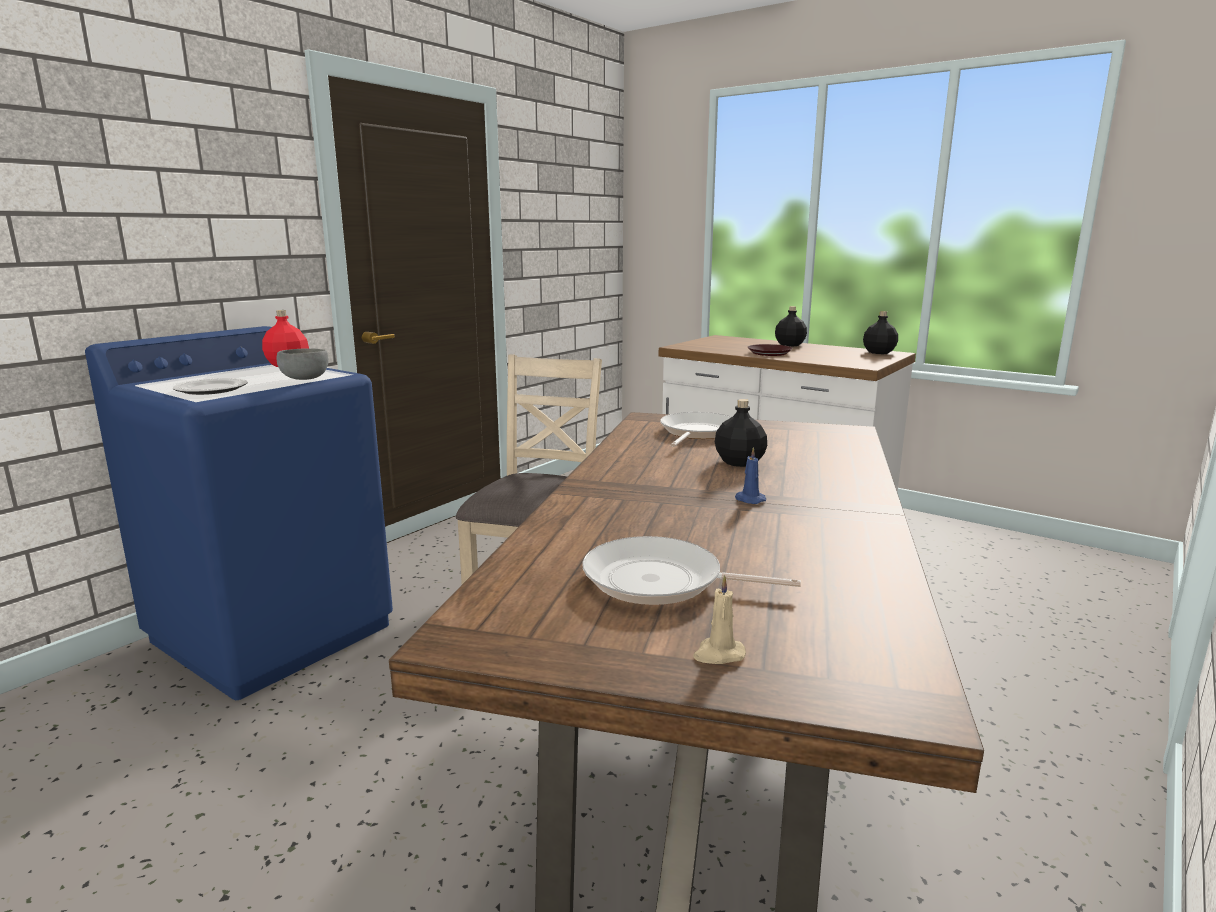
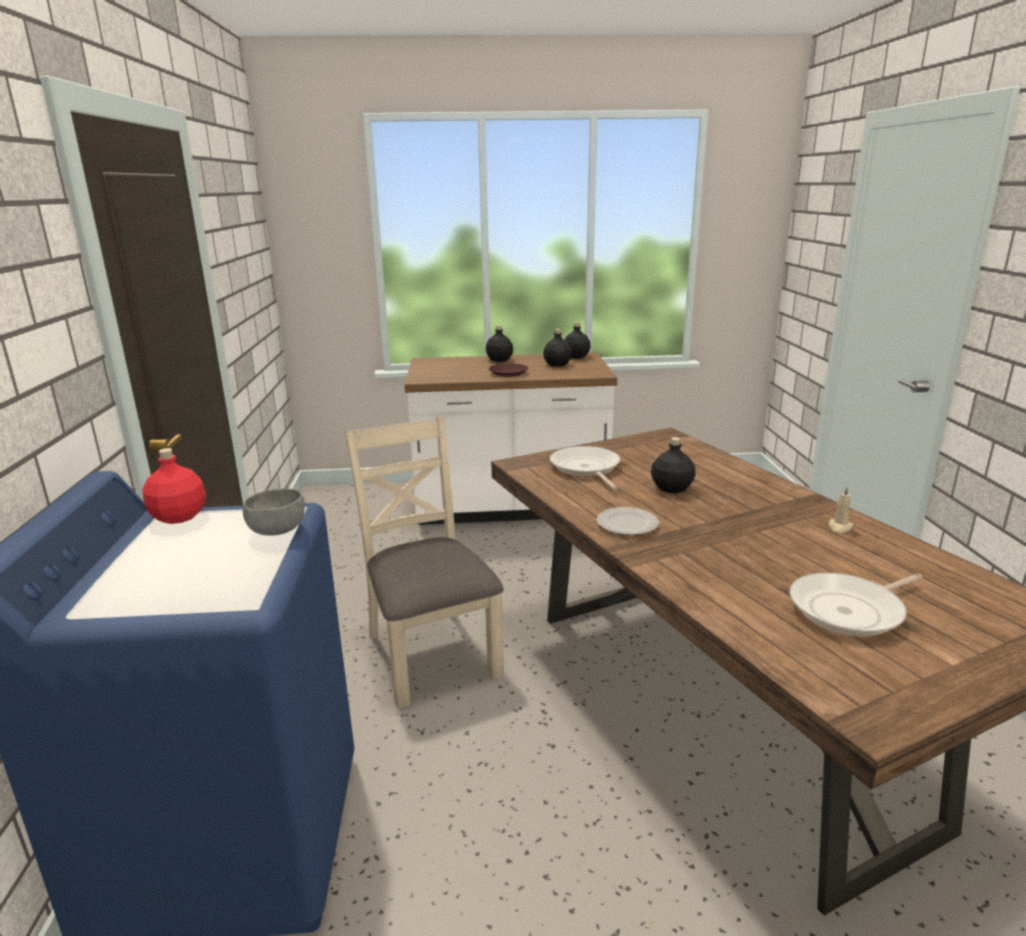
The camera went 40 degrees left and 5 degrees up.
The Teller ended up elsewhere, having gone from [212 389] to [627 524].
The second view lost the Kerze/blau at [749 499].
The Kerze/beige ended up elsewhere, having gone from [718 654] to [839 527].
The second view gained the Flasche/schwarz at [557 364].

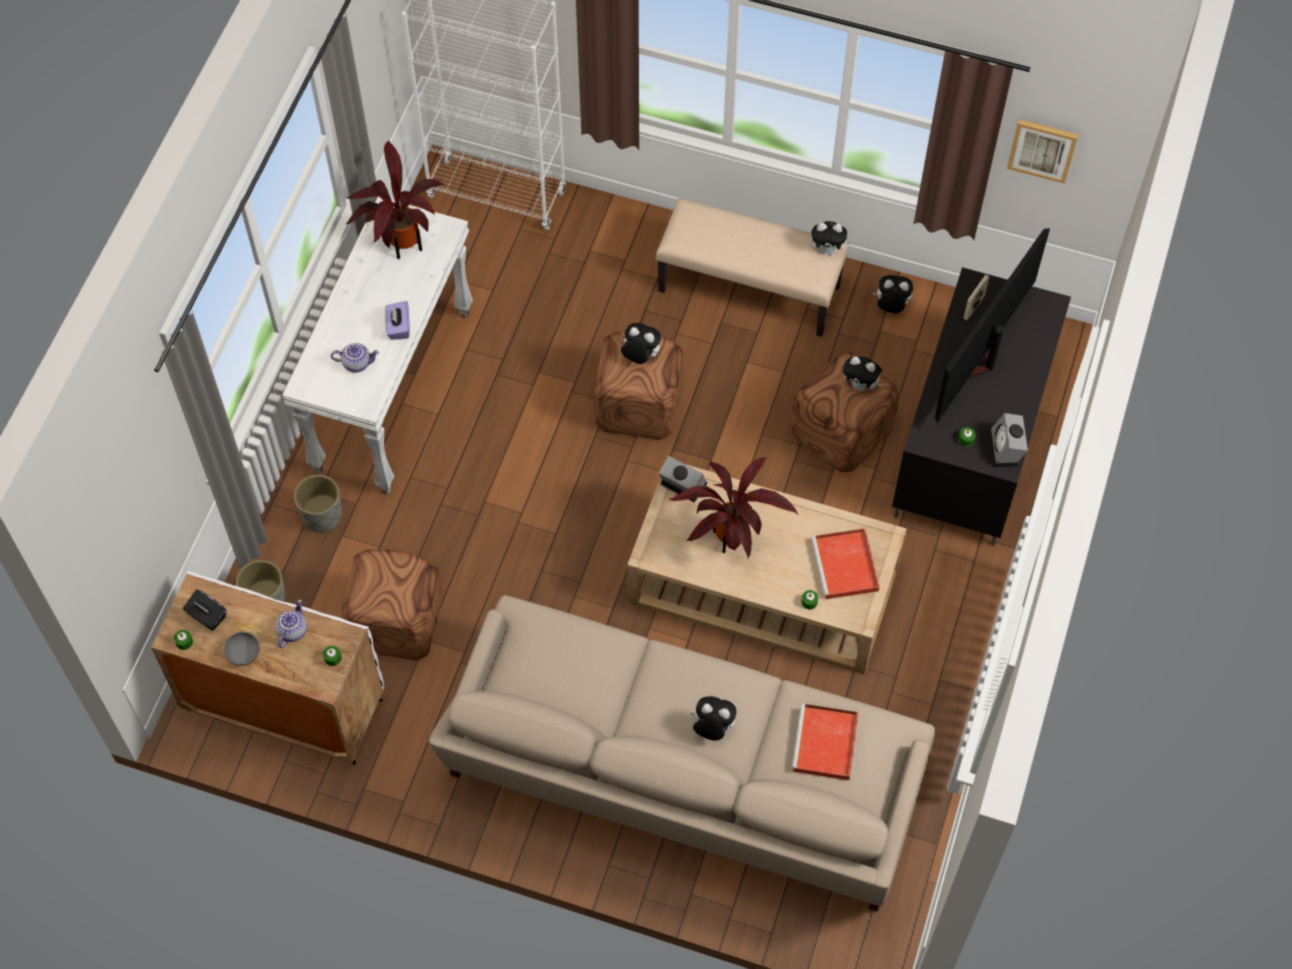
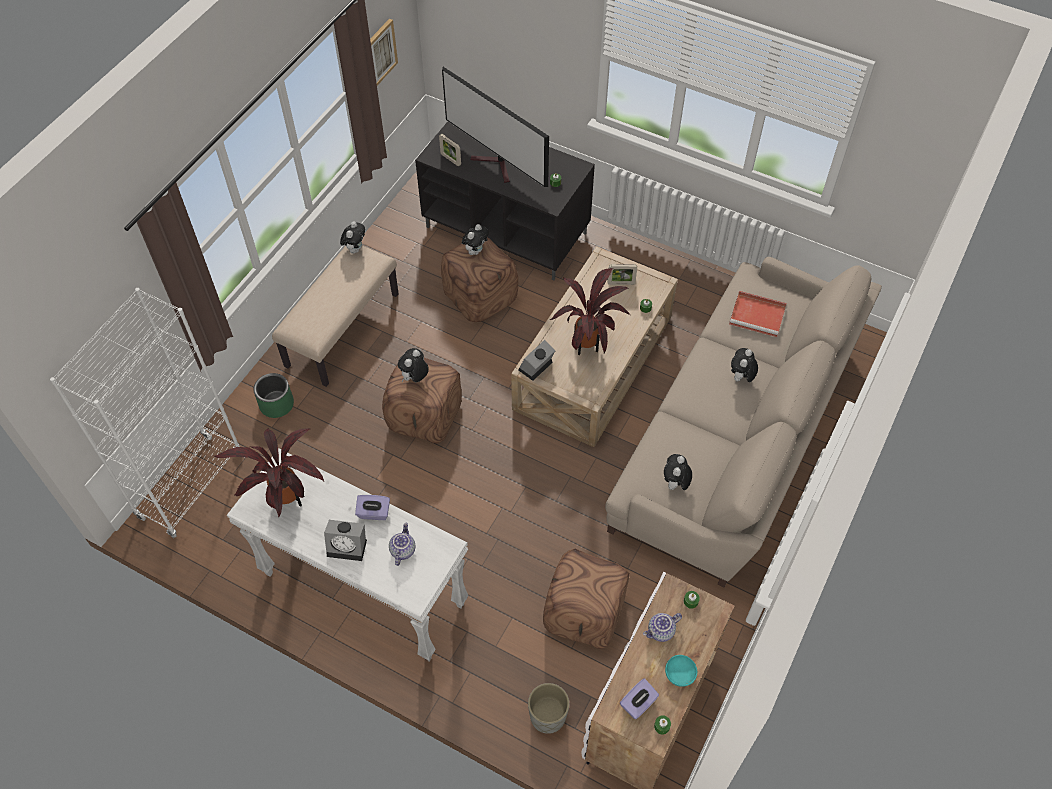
The camera went 80 degrees left and 5 degrees down.
The Plüschtier ended up elsewhere, having gone from [891 307] to [675 484].
The Wecker ended up elsewhere, having gone from [1005 450] to [348 546].
The second view lost the Pflanzkübel/grau at [322 515].
Where the Tablett/rot stood at [846 567], the Bilderrahmen came to stand at [621 283].
What was the Taschentuchbox/schwarz at [207 616] turned into the Taschentuchbox/lila at [638 704].
The Teekanne at [292 630] ended up facing another way, 60 degrees counterclockwise from before.
What was the Schüssel/grau at [243 654] turned into the Schüssel/türkis at [680 675].
The second view gained the Pflanzkübel/grün at [276 404].

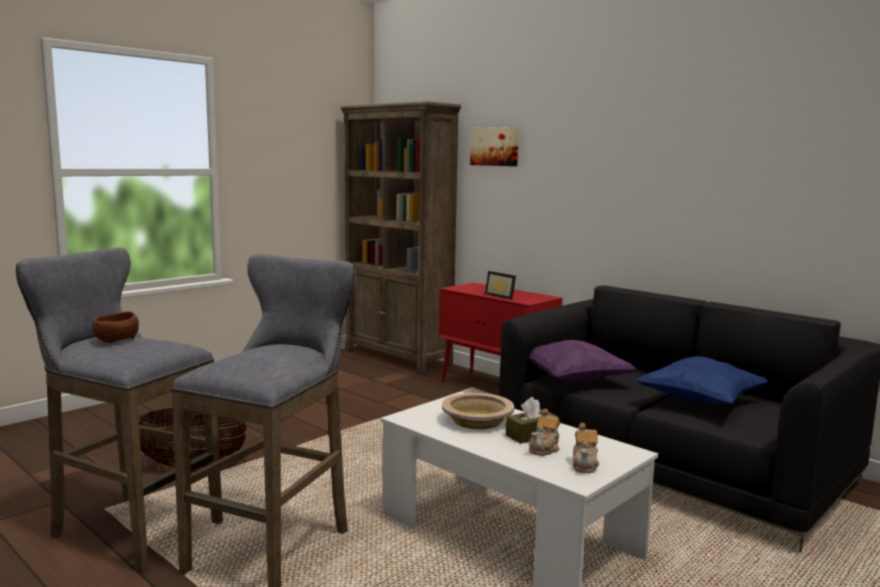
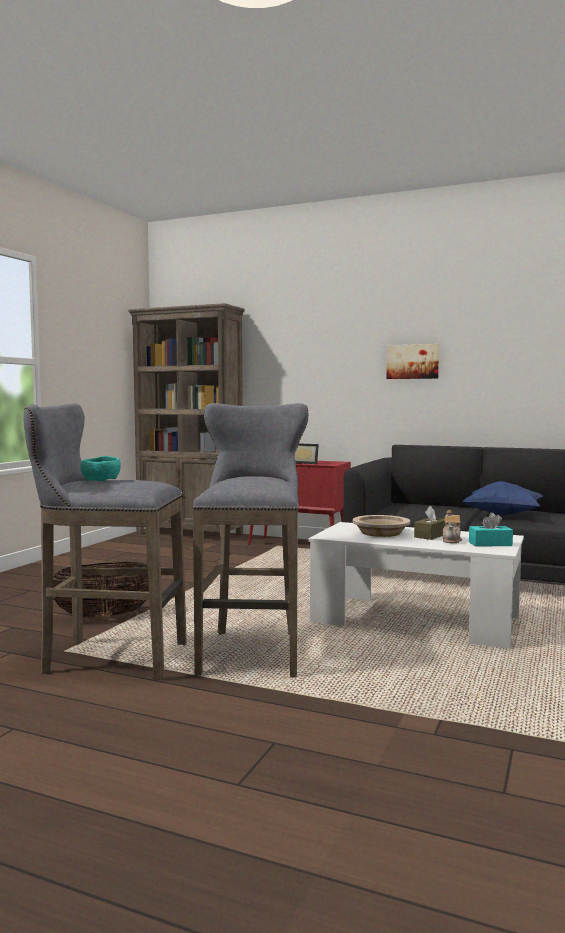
The camera went 20 degrees left and 5 degrees down.
The Bild ended up elsewhere, having gone from [495 146] to [412 361].
What was the Schüssel/braun at [116 340] turned into the Schüssel/türkis at [101 480].
The second view lost the Kissen/lila at [573 380].
Where the Teekanne stood at [585 465], the Taschentuchbox/türkis came to stand at [490 544].

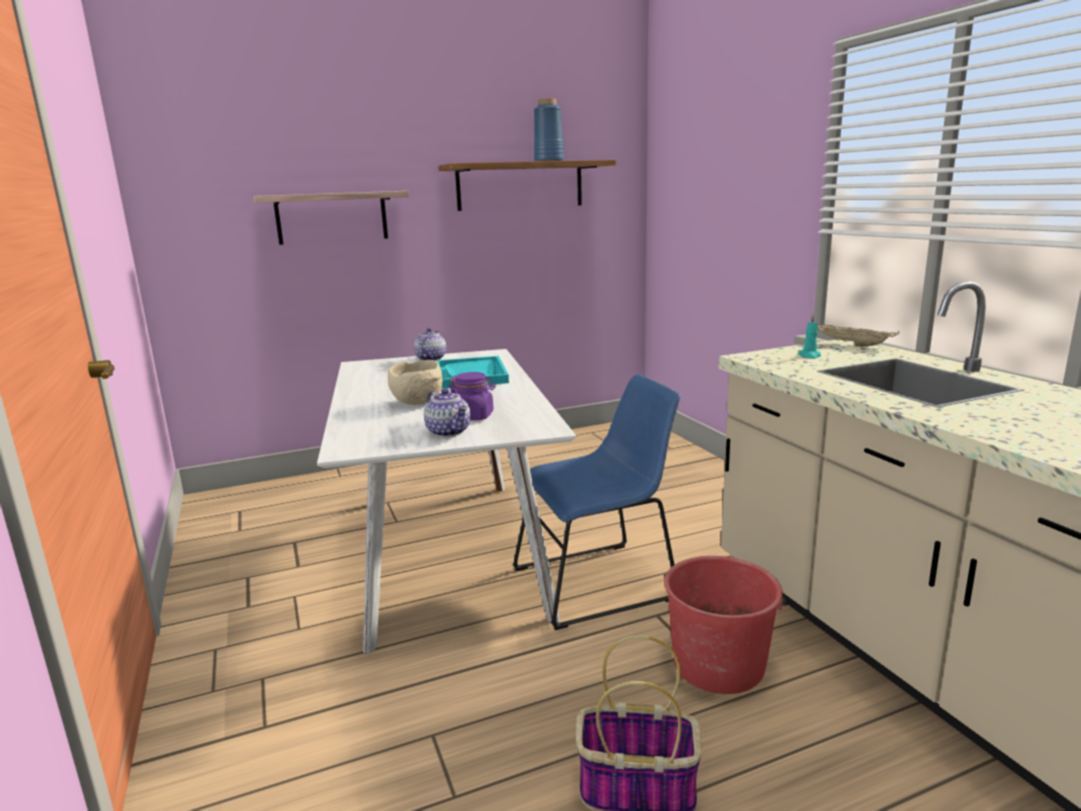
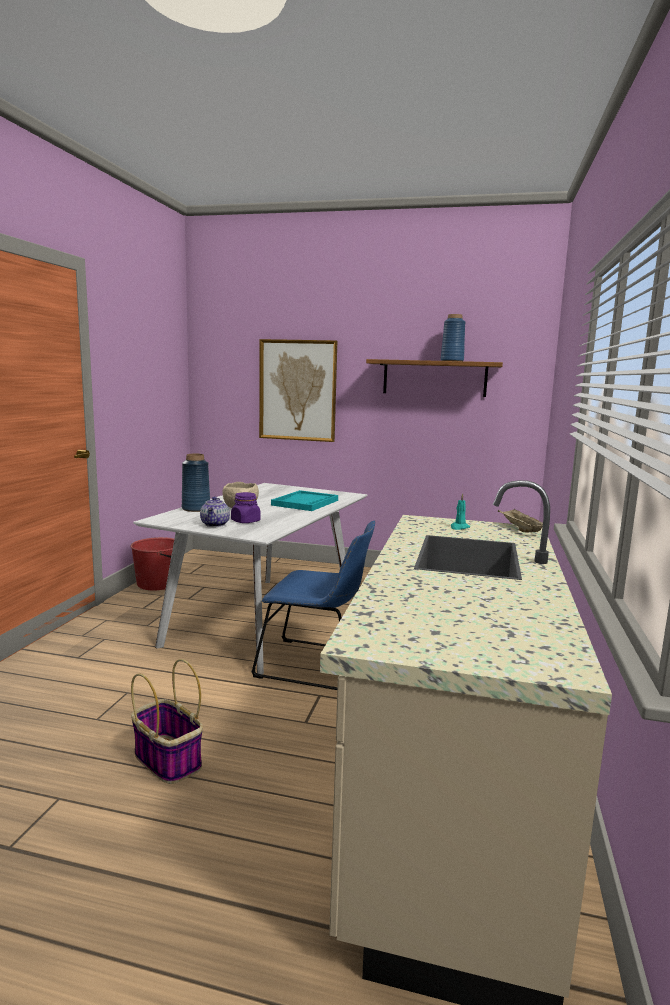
The camera went 35 degrees right and 5 degrees down.
Where the Wandregal hung at [332 217], the Bild came to hang at [298 390].
The second view lost the Teekanne at [430 359].
The Eimer/rot ended up elsewhere, having gone from [718 664] to [158 583].
The second view gained the Vase/blau at [195 508].

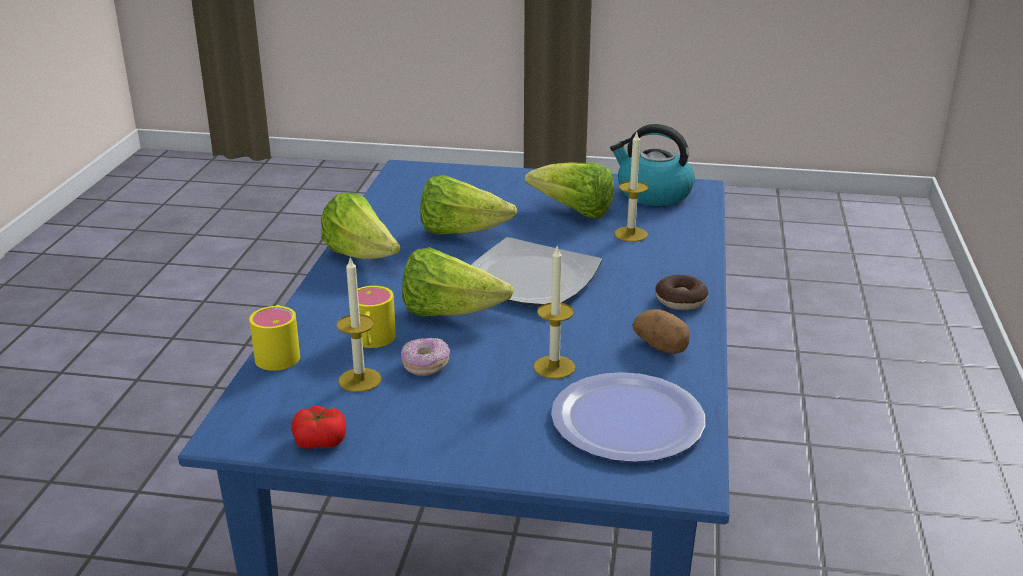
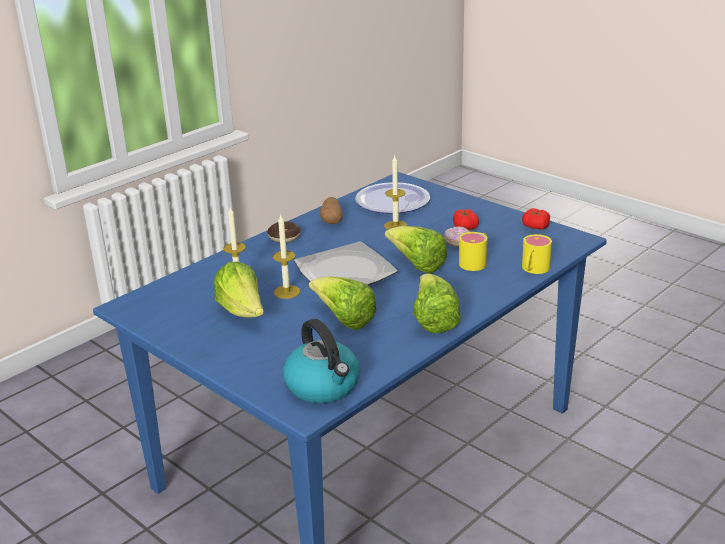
The camera went 145 degrees left and 0 degrees up.
The Wasserkessel ended up elsewhere, having gone from [652 194] to [324 386].
The Kerze ended up elsewhere, having gone from [359 380] to [286 292].
The second view gained the Tomate at [465 227].

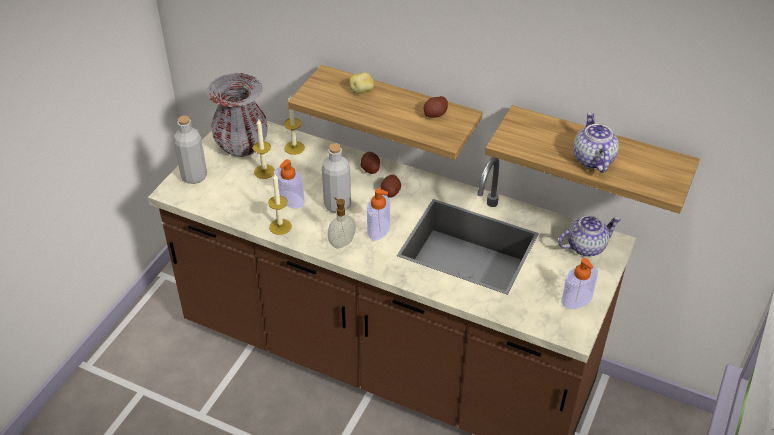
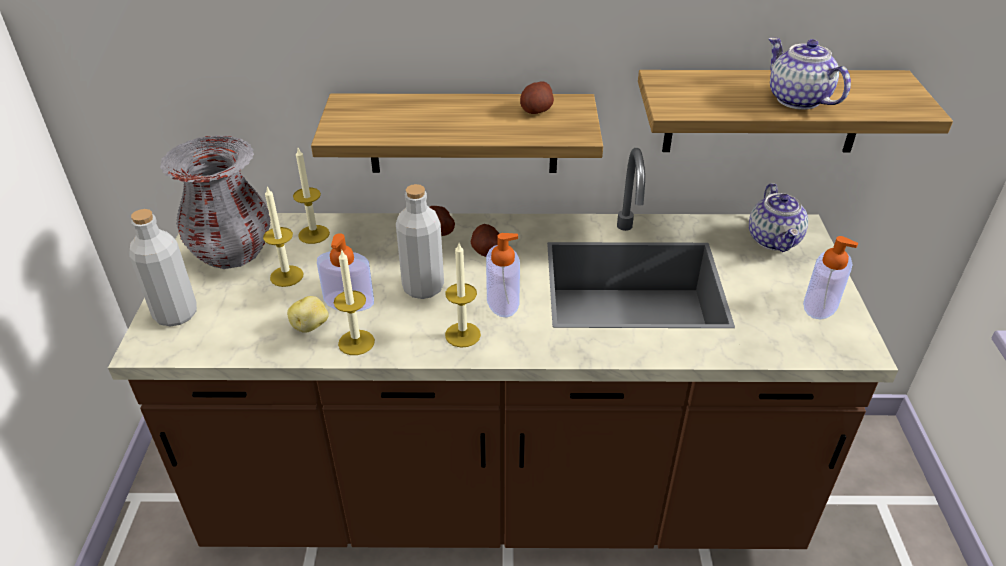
The camera went 25 degrees left and 5 degrees down.
The Kartoffel ended up elsewhere, having gone from [362 91] to [311 326].
Where the Seifenspender stood at [341 242], the Kerze came to stand at [462 335].
The Teekanne at [586 246] ended up facing another way, 135 degrees clockwise from before.

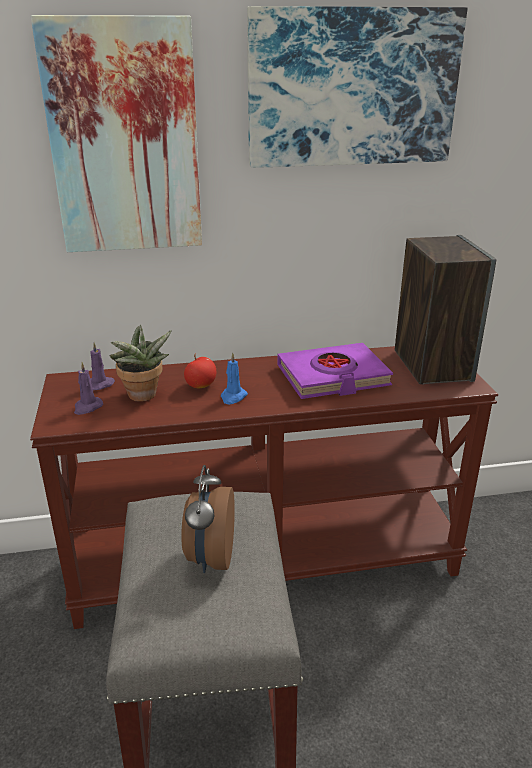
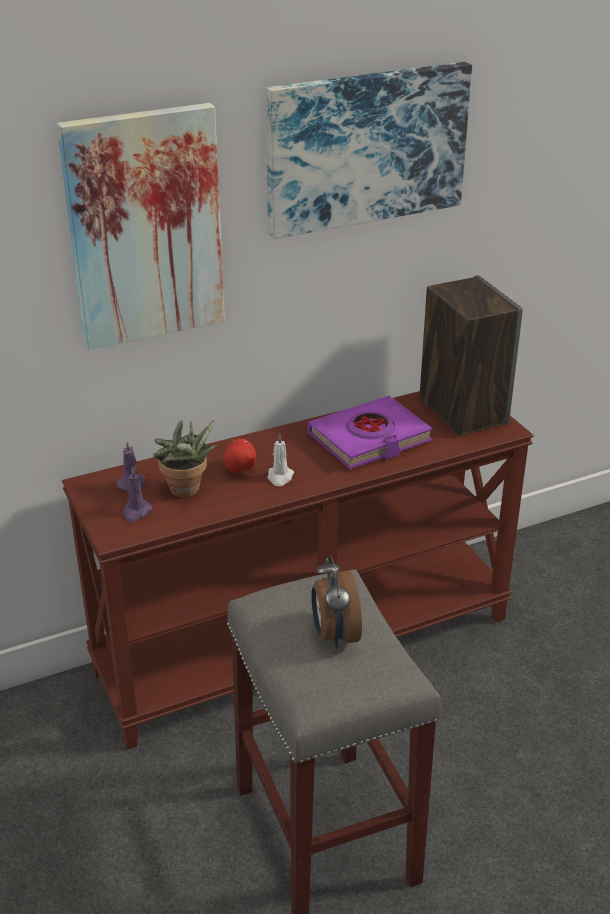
The camera went 15 degrees left and 5 degrees up.
What was the Kerze/blau at [233 397] turned into the Kerze/weiß at [280 477].

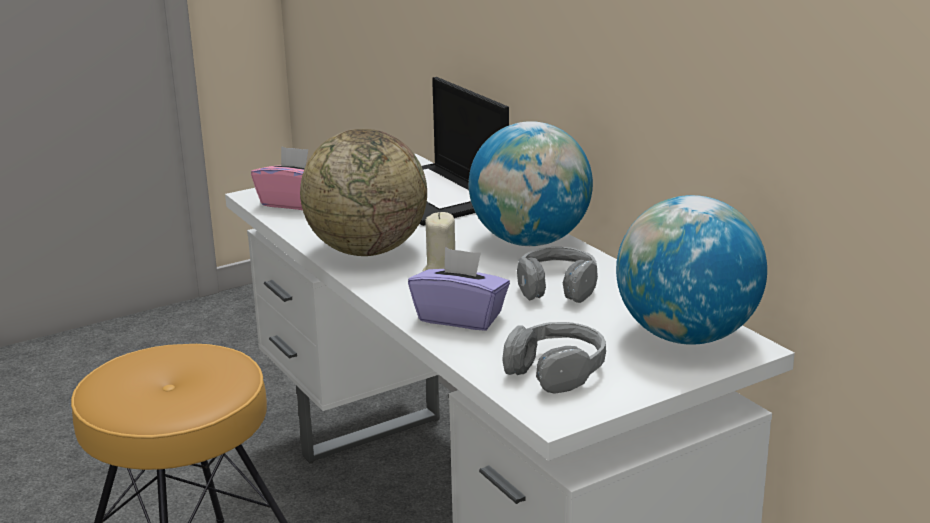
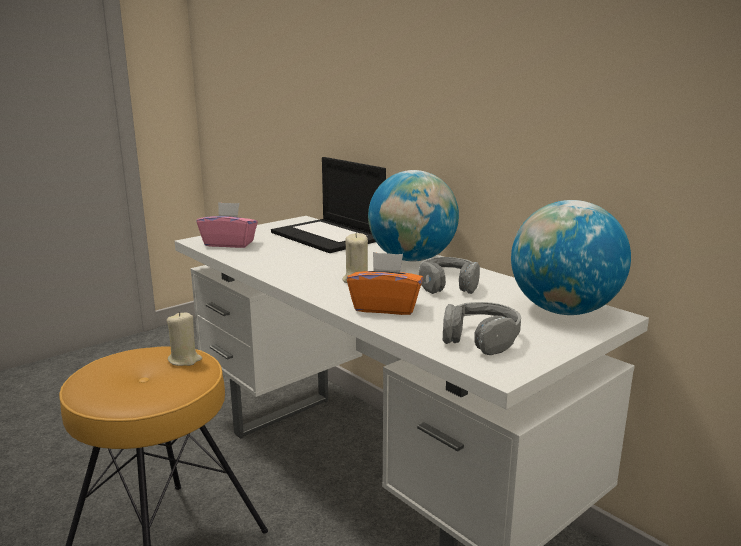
The camera went 10 degrees left and 5 degrees down.
The second view lost the Globus at [366 250].
What was the Taschentuchbox/lila at [460 317] turned into the Taschentuchbox/orange at [385 307].
The second view gained the Kerze/beige at [185 360].

